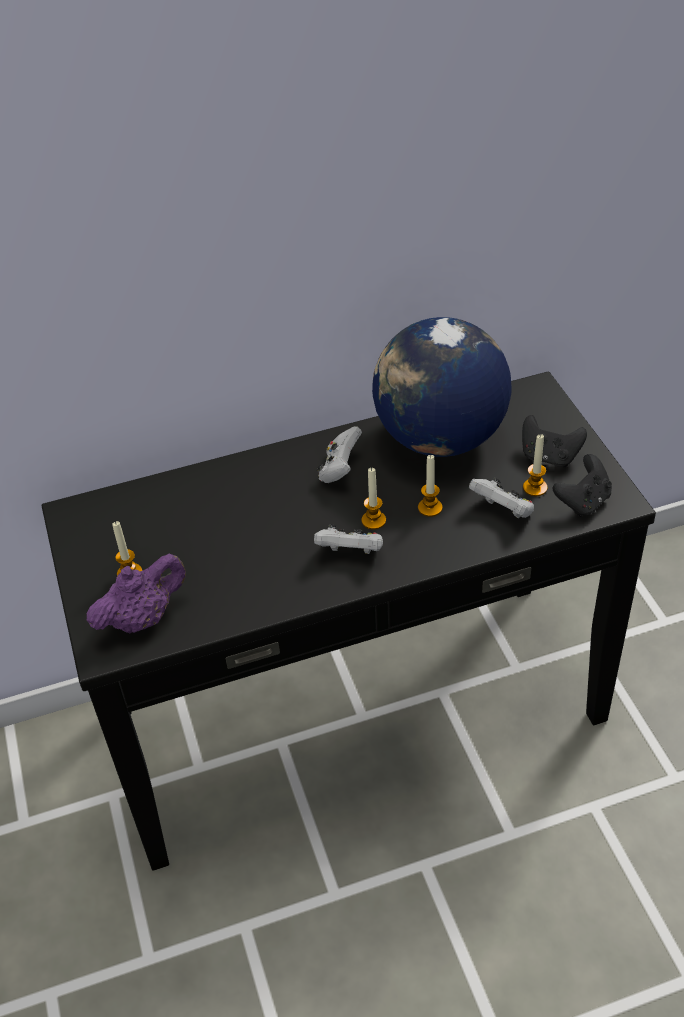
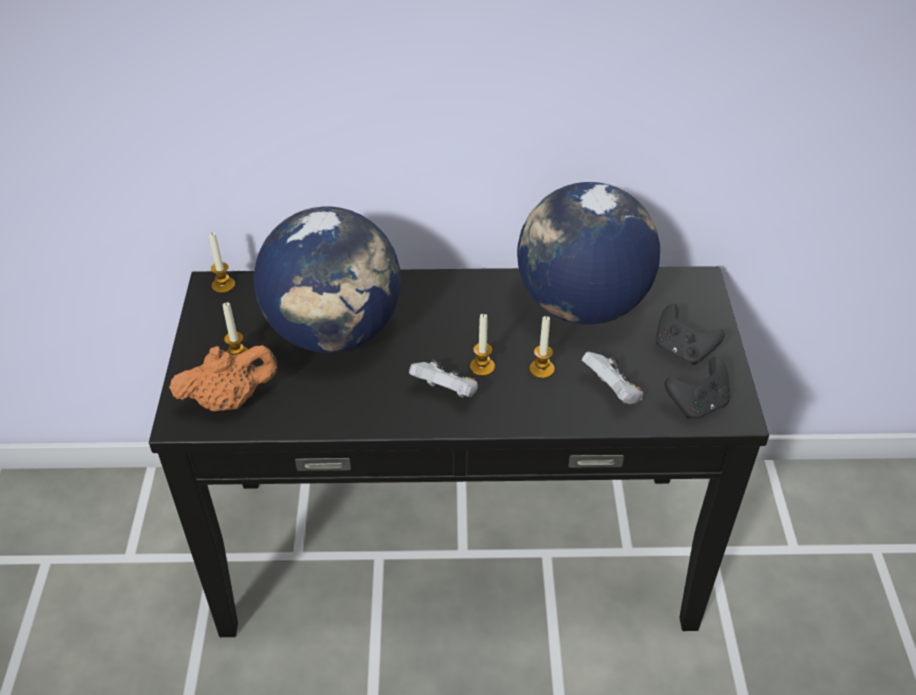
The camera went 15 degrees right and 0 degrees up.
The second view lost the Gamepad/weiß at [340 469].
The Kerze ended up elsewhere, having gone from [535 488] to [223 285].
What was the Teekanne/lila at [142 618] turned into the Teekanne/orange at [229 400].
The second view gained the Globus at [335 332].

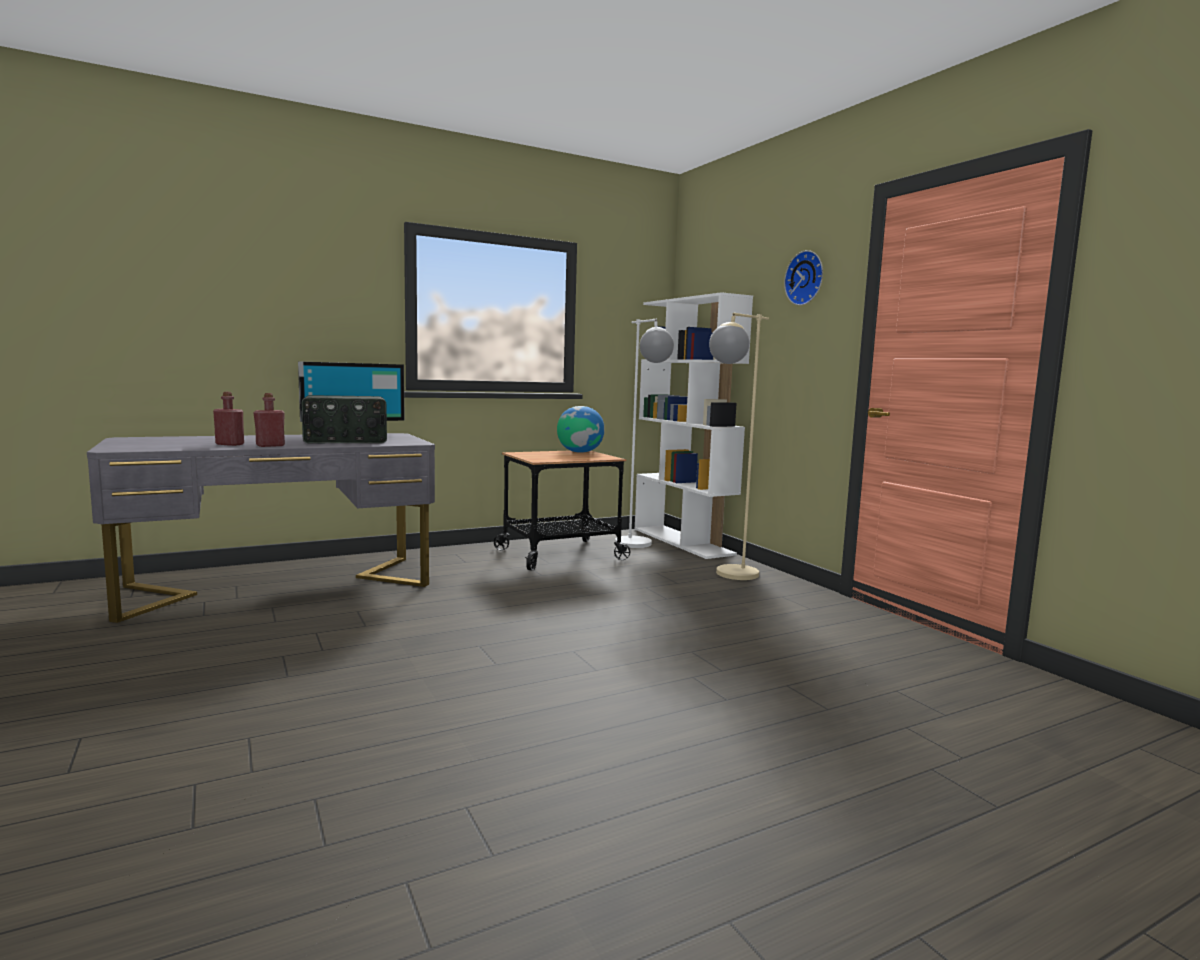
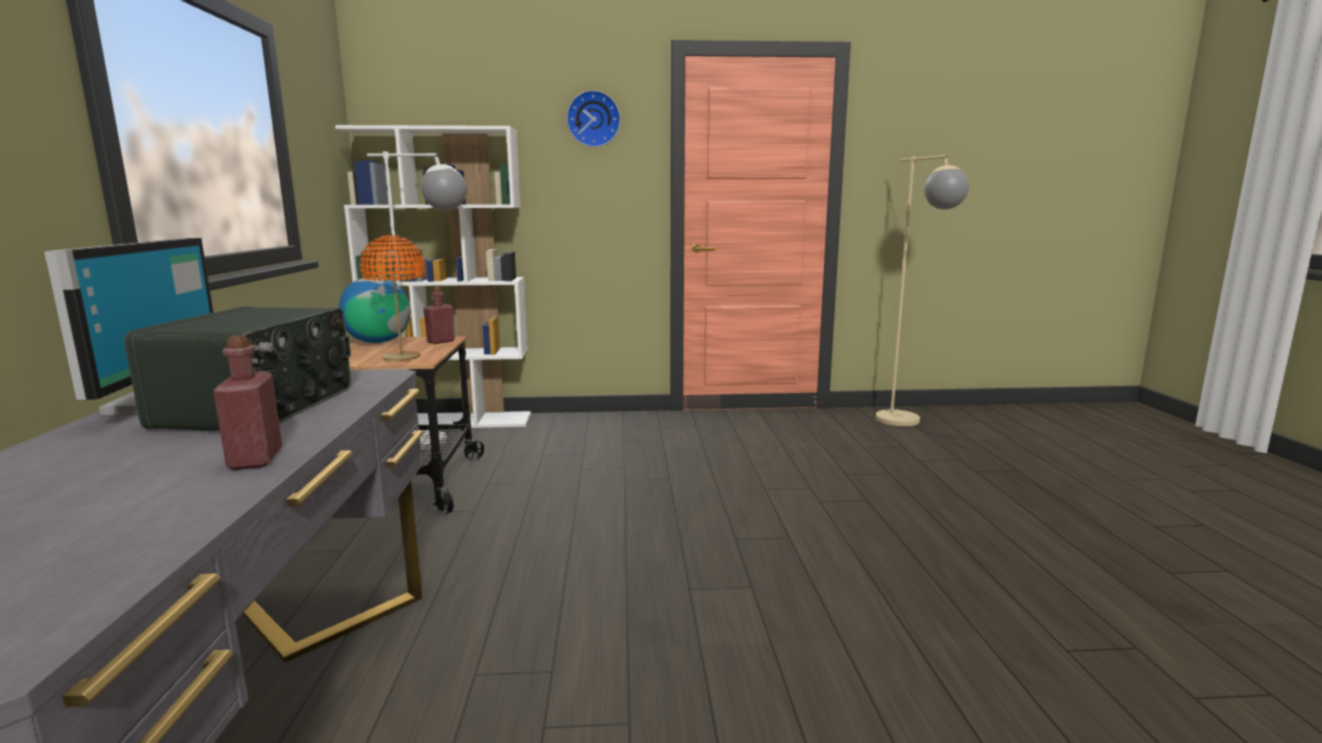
The camera went 65 degrees left and 5 degrees up.
The Stehlampe/beige ended up elsewhere, having gone from [728 577] to [908 424].
The Flasche/rot ended up elsewhere, having gone from [230 444] to [441 341].
The second view gained the Tischlampe/orange at [401 357].

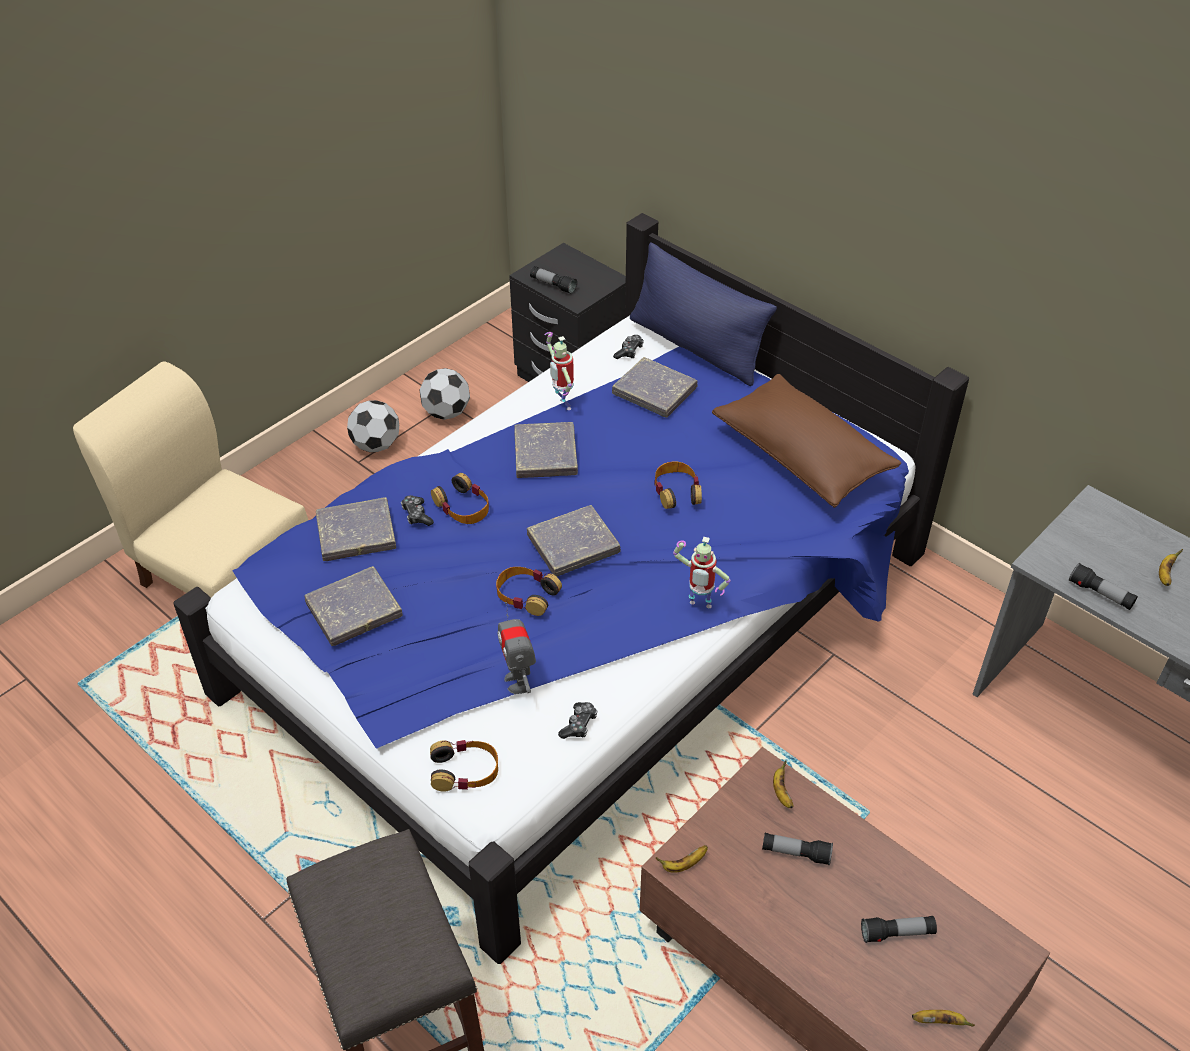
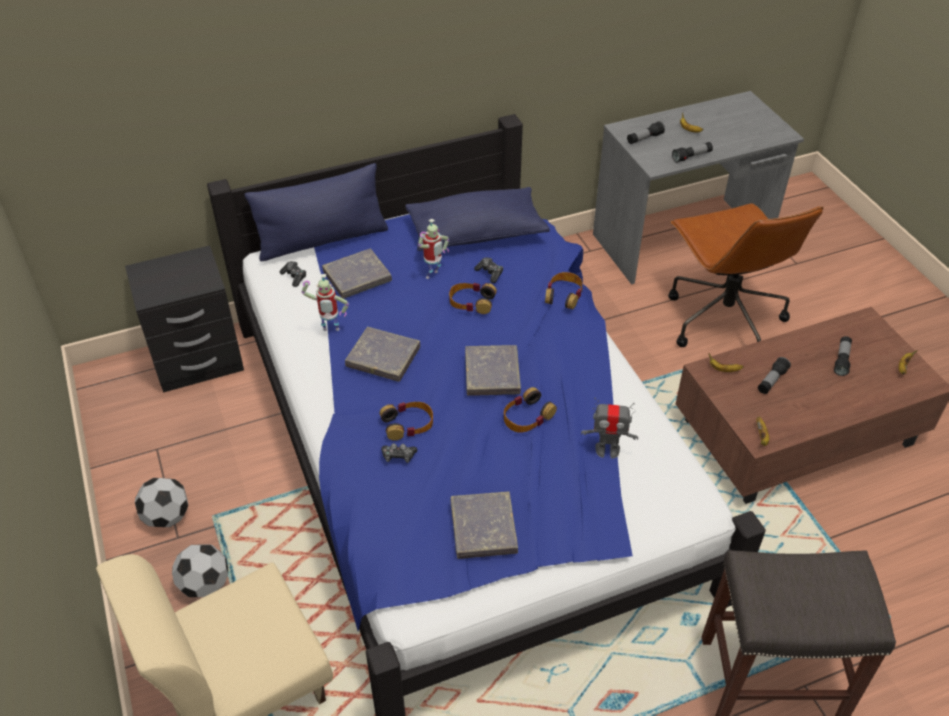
The camera went 65 degrees left and 0 degrees up.
The Taschenlampe ended up elsewhere, having gone from [553 285] to [644 138].
The Fußball ended up elsewhere, having gone from [446 413] to [205 585].
What was the Kissen/braun at [801 456] turned into the Kissen/blau at [476 233].
The second view lost the Buch/grau at [356 533].
The Spielzeugroboter ended up elsewhere, having gone from [699 606] to [433 276].
The Gamepad ended up elsewhere, having gone from [579 725] to [490 273].
The Kopfhörer ended up elsewhere, having gone from [465 770] to [563 295].
The second view gained the Bürostuhl/braun at [723 320].

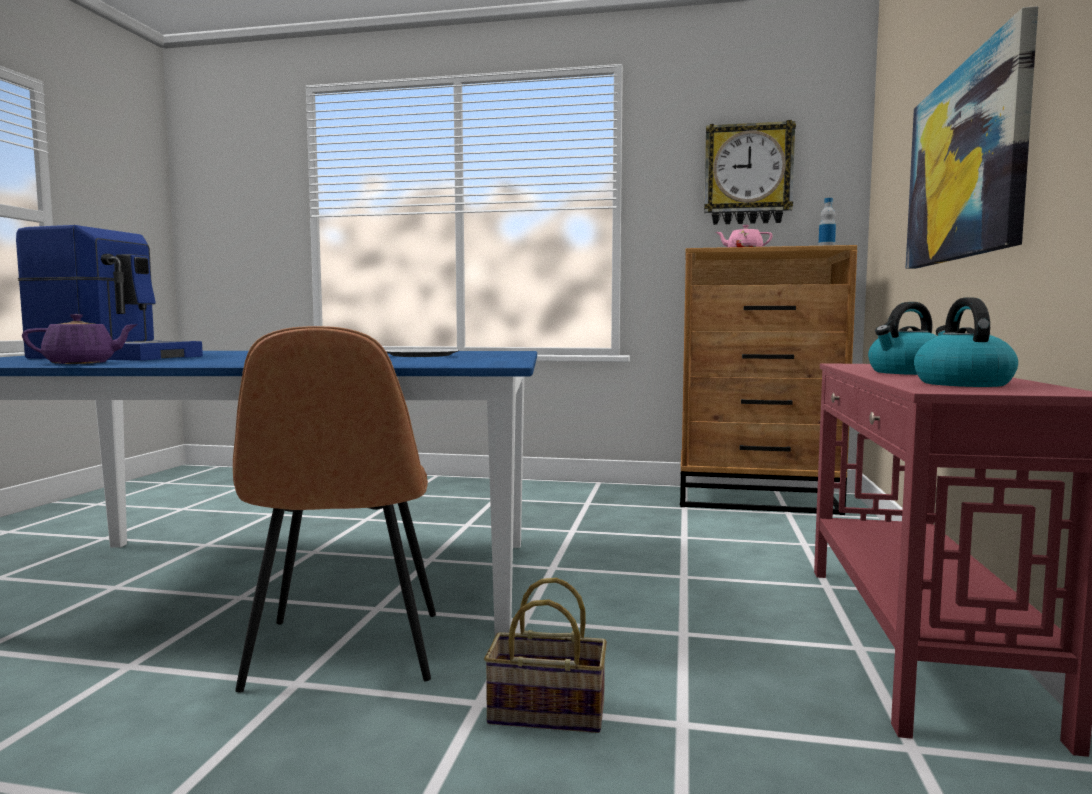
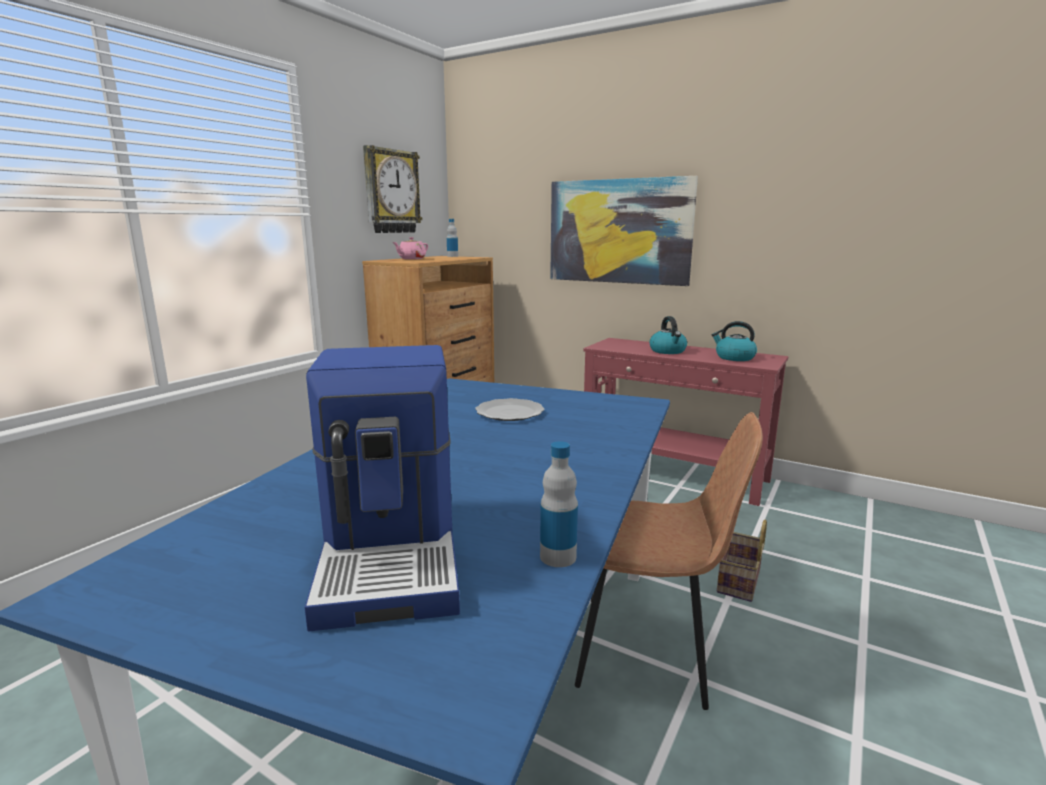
The camera went 70 degrees left and 10 degrees up.
The Kaffeemaschine at [116 357] ended up facing another way, 135 degrees clockwise from before.
Where the Teekanne/lila stood at [82 363], the Flasche came to stand at [558 557].

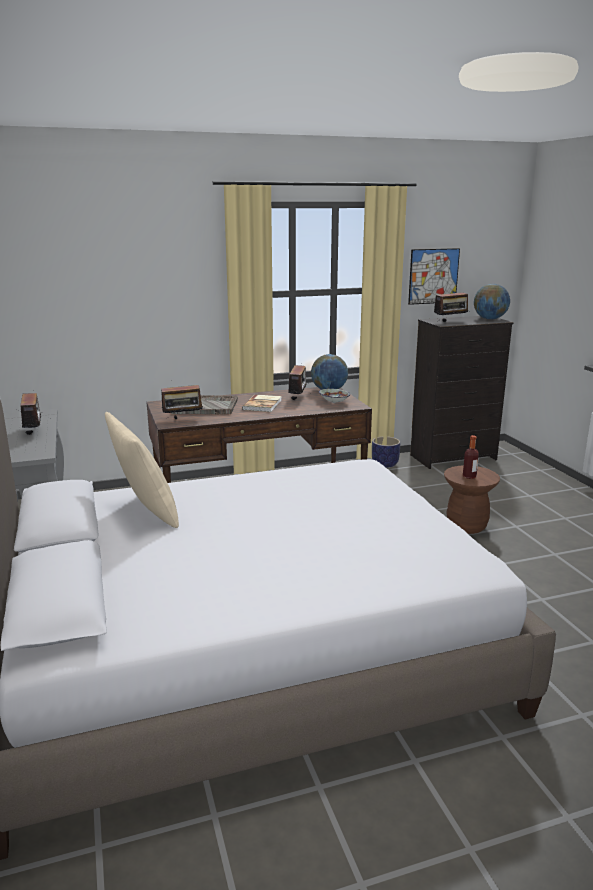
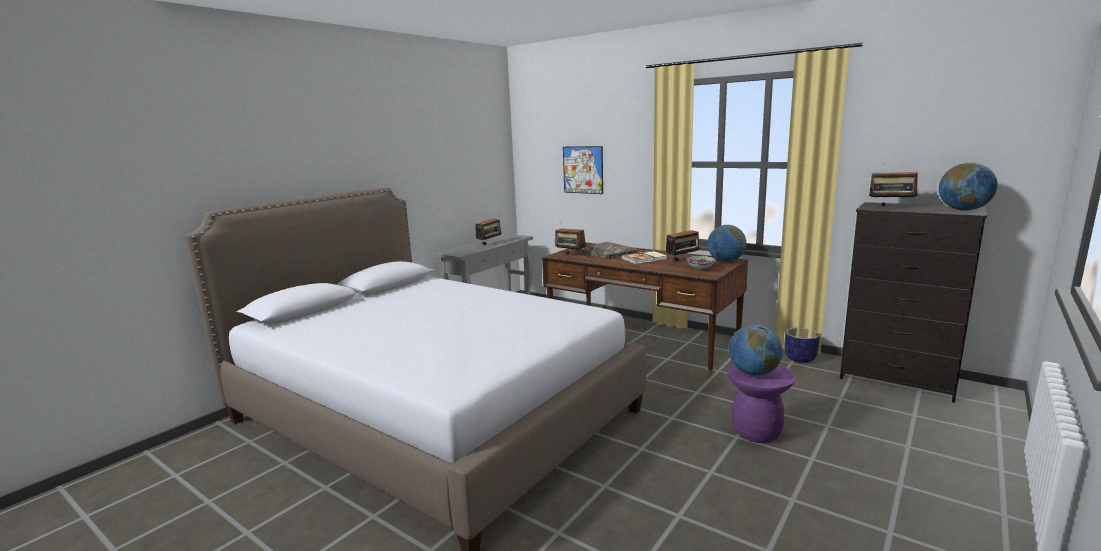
The camera went 55 degrees right and 5 degrees down.
The Bild ended up elsewhere, having gone from [433 276] to [583 170].
The second view lost the Kissen/beige at [146 511].
Where the Flasche stood at [469 476], the Globus came to stand at [753 373].
What was the Hocker/braun at [466 526] turned into the Hocker/lila at [756 432].

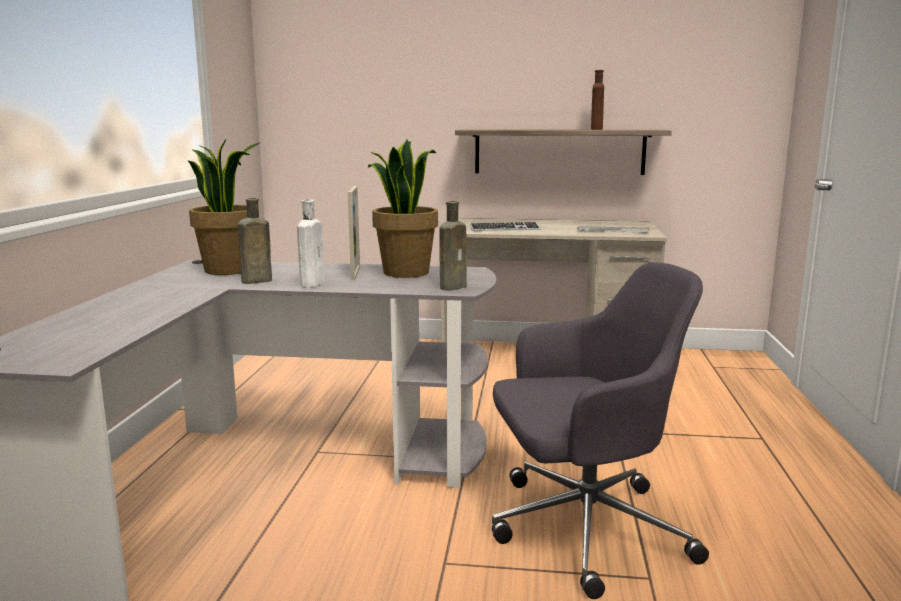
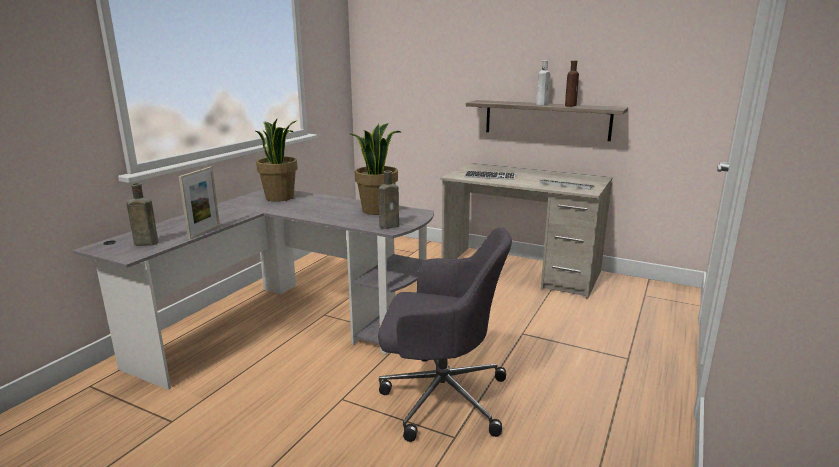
The camera went 20 degrees right and 5 degrees up.
The Bilderrahmen ended up elsewhere, having gone from [355 273] to [204 231].
The Flasche/braun ended up elsewhere, having gone from [254 281] to [144 243].
The Flasche/weiß ended up elsewhere, having gone from [313 283] to [542 104].

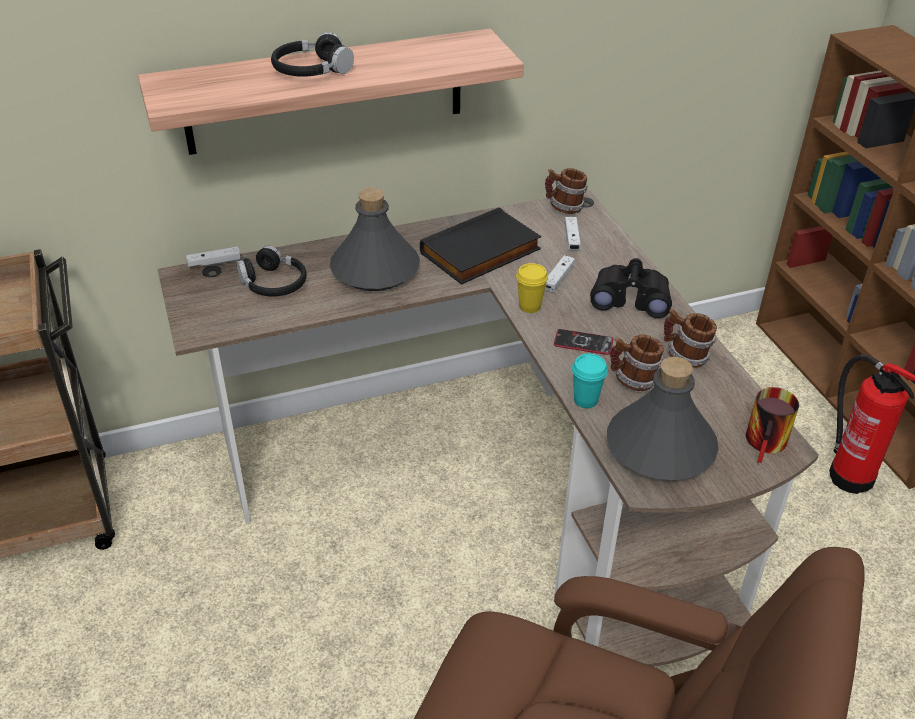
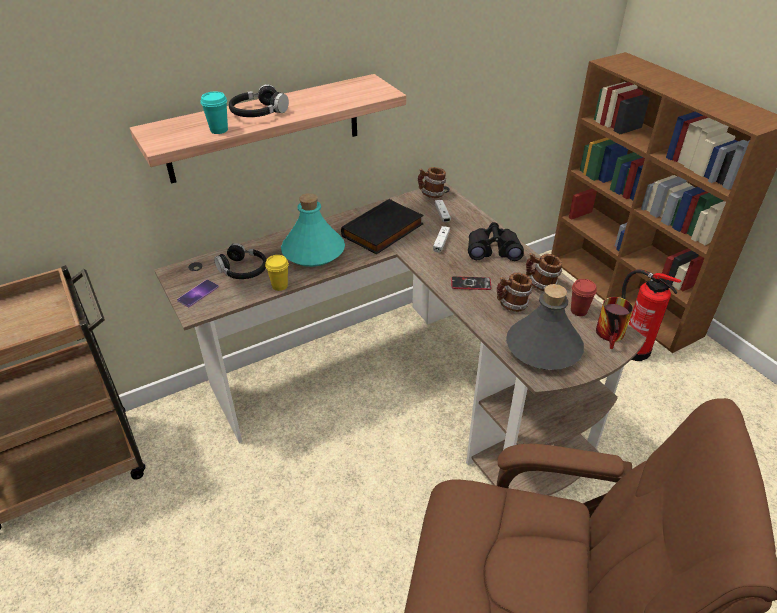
The camera went 10 degrees left and 0 degrees up.
What was the Flasche/grau at [375 269] turned into the Flasche/türkis at [313 251].
The second view lost the Gamepad/weiß at [214 263].
The Tasse/gelb ended up elsewhere, having gone from [529 306] to [280 286].
The Tasse/türkis ended up elsewhere, having gone from [585 400] to [219 130].
The second view gained the Tasse/rot at [578 311].
The second view gained the Handy at [198 293].

